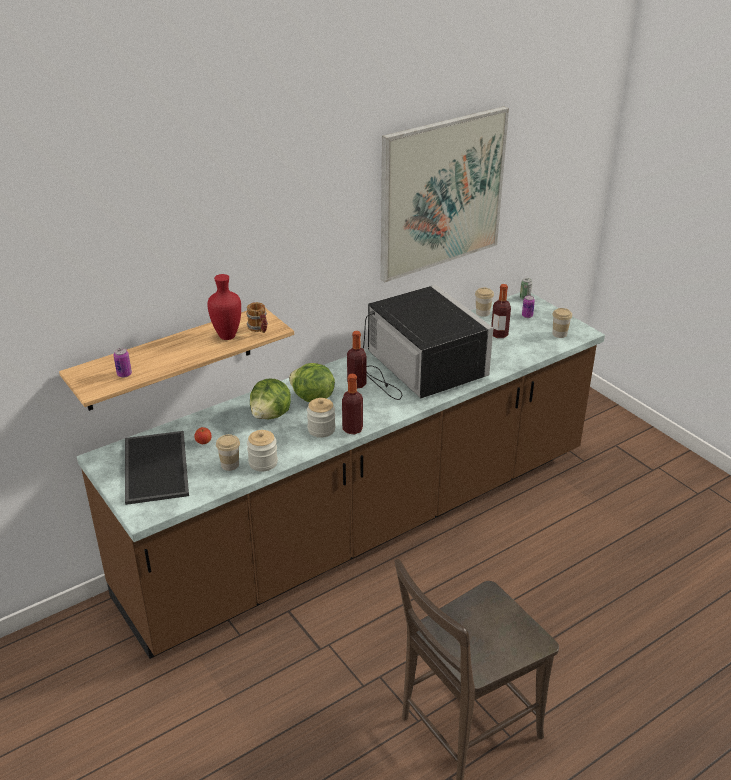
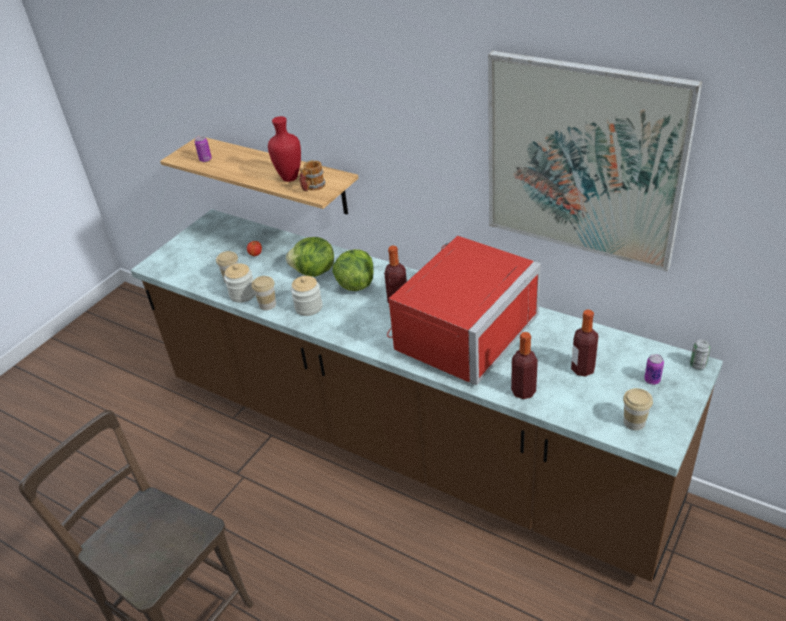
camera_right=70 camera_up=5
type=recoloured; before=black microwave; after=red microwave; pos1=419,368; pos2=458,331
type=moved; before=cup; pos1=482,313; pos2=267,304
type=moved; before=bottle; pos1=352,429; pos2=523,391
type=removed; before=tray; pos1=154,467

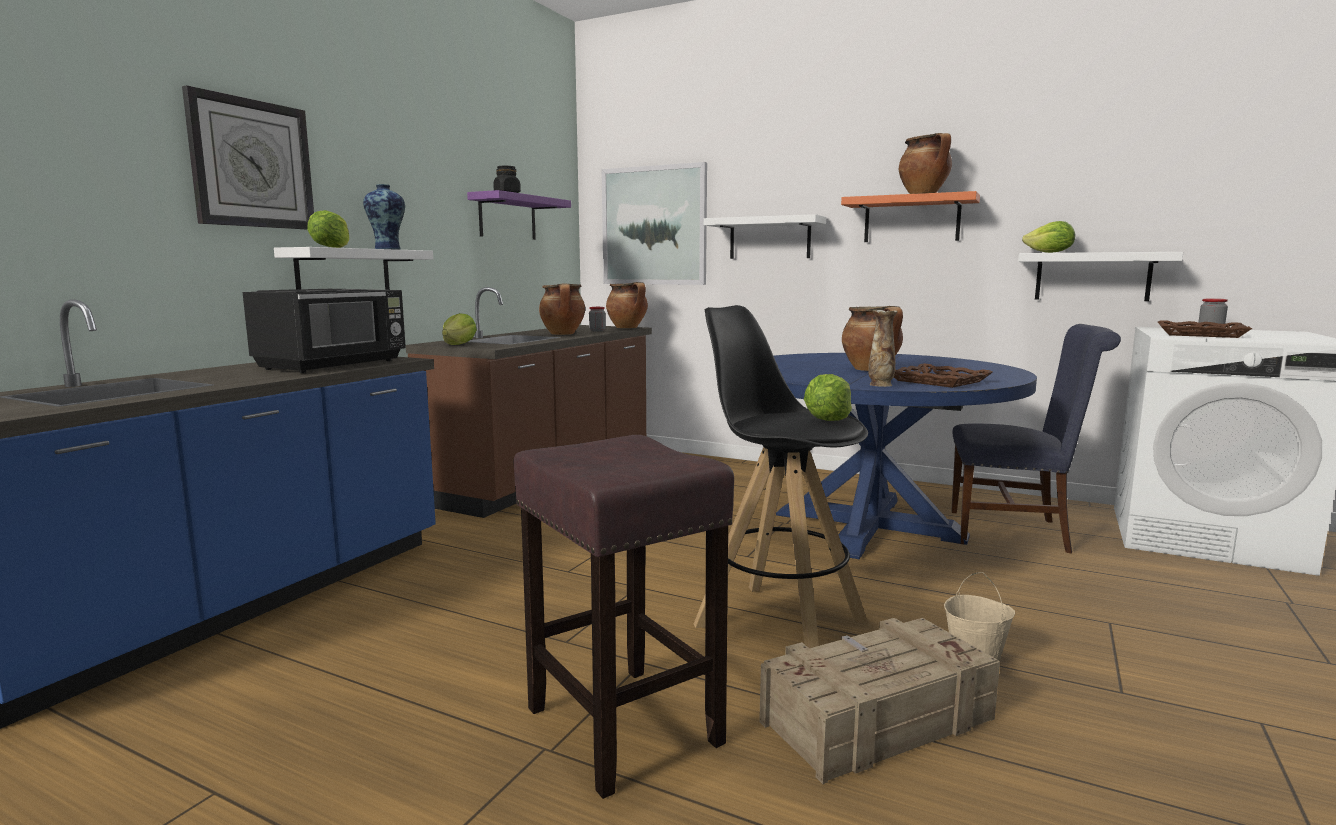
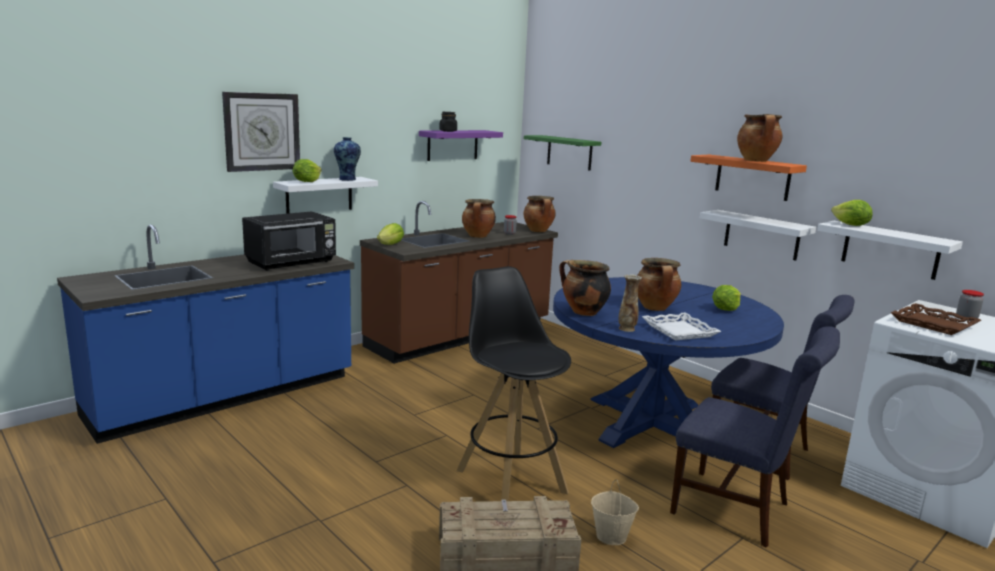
camera_right=20 camera_up=5
type=replaced; before=picture; after=green shelf; pos1=654,226; pos2=569,152
type=moved; before=white shelf; pos1=769,238; pos2=761,235
type=recoloured; before=brown tray; after=white tray; pos1=938,381; pos2=680,331
type=moved; before=lettuce; pos1=828,420; pos2=725,309
type=removed; before=brown stool; pos1=620,724
type=added; after=cooking pot; pos2=583,312
type=added; after=blue chair; pos2=738,510

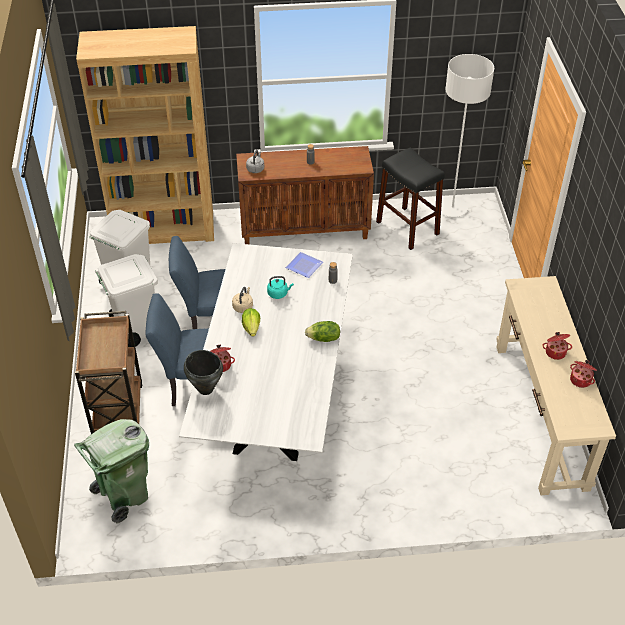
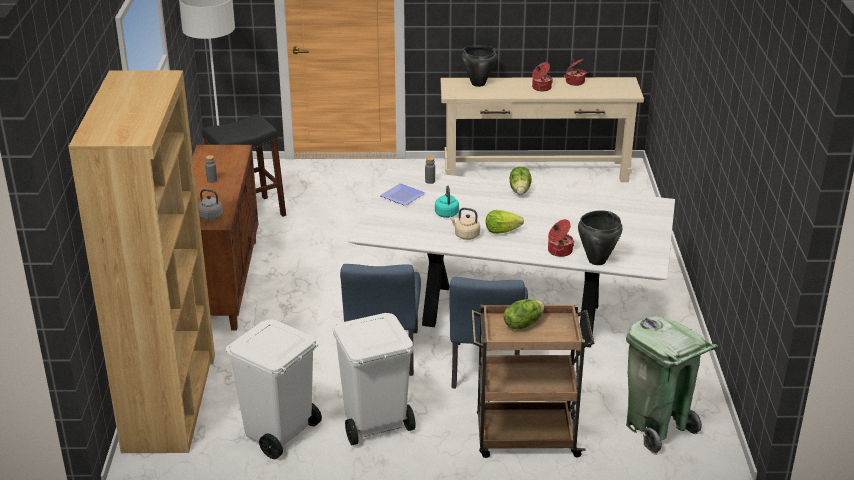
camera_right=-85 camera_up=-15
type=added; after=black cooking pot; pos2=478,83
type=added; after=lettuce; pos2=523,324

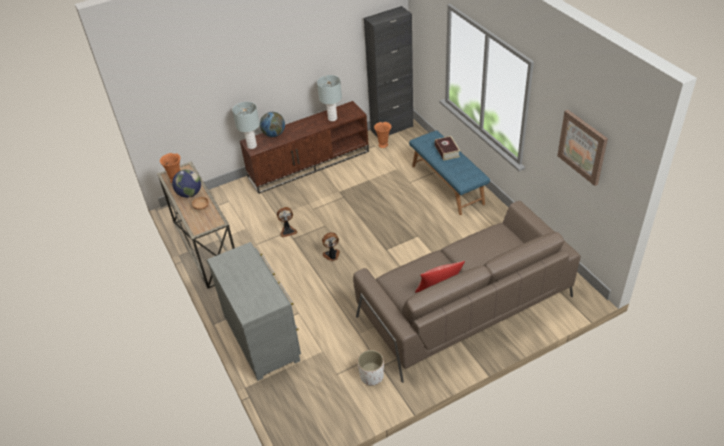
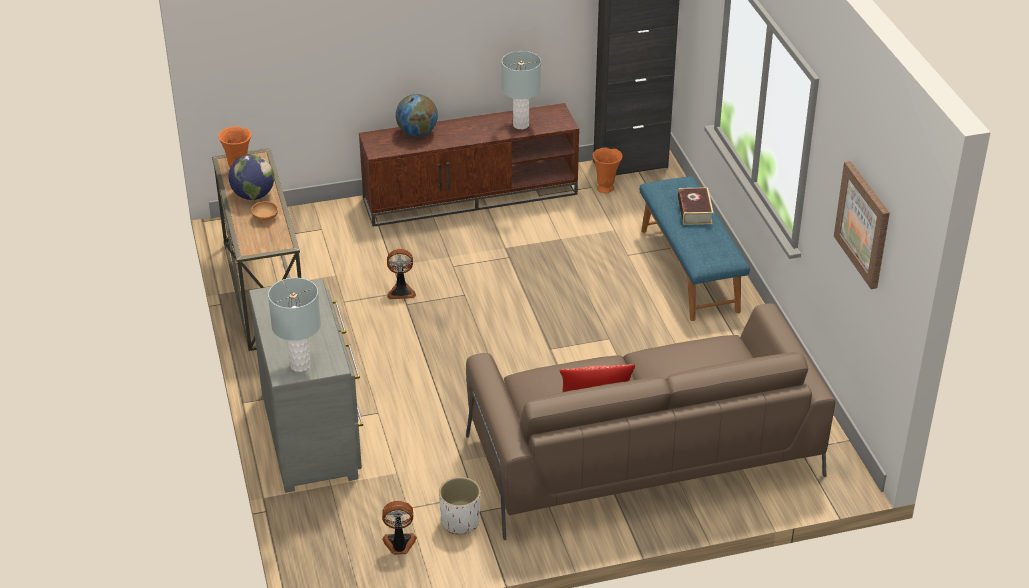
camera_right=10 camera_up=-5
type=moved; before=grey table lamp; pos1=252,146; pos2=300,365
type=moved; before=fan; pos1=332,255; pos2=399,544

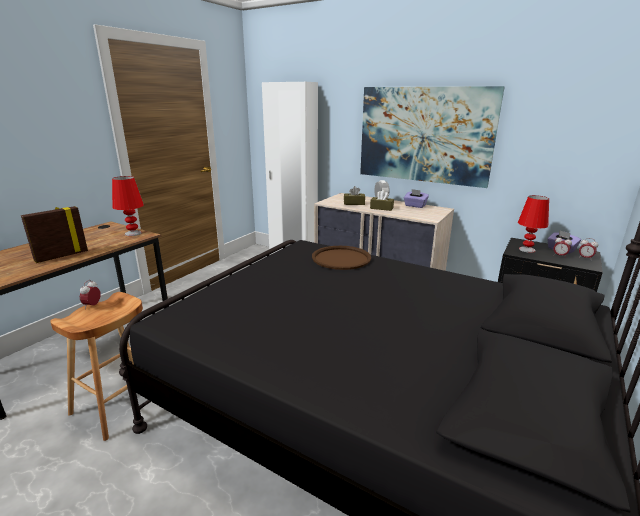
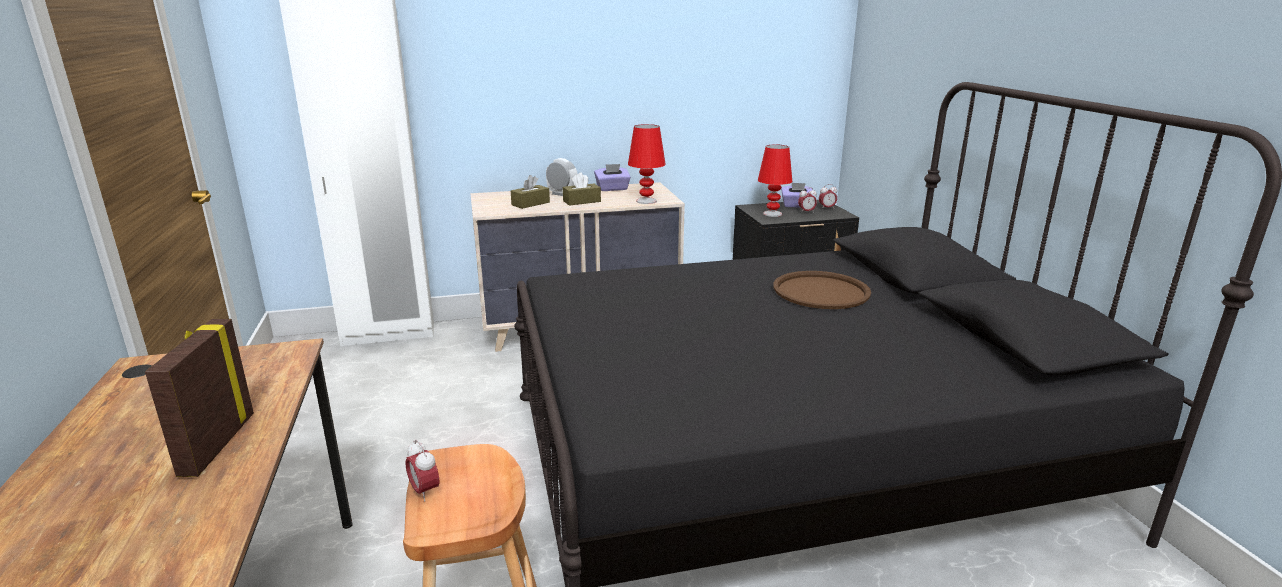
camera_right=-45 camera_up=0
type=removed; before=picture; pos1=424,135
type=moved; before=red table lamp; pos1=133,233; pos2=646,201
type=moved; before=brown tray; pos1=341,258; pos2=821,291

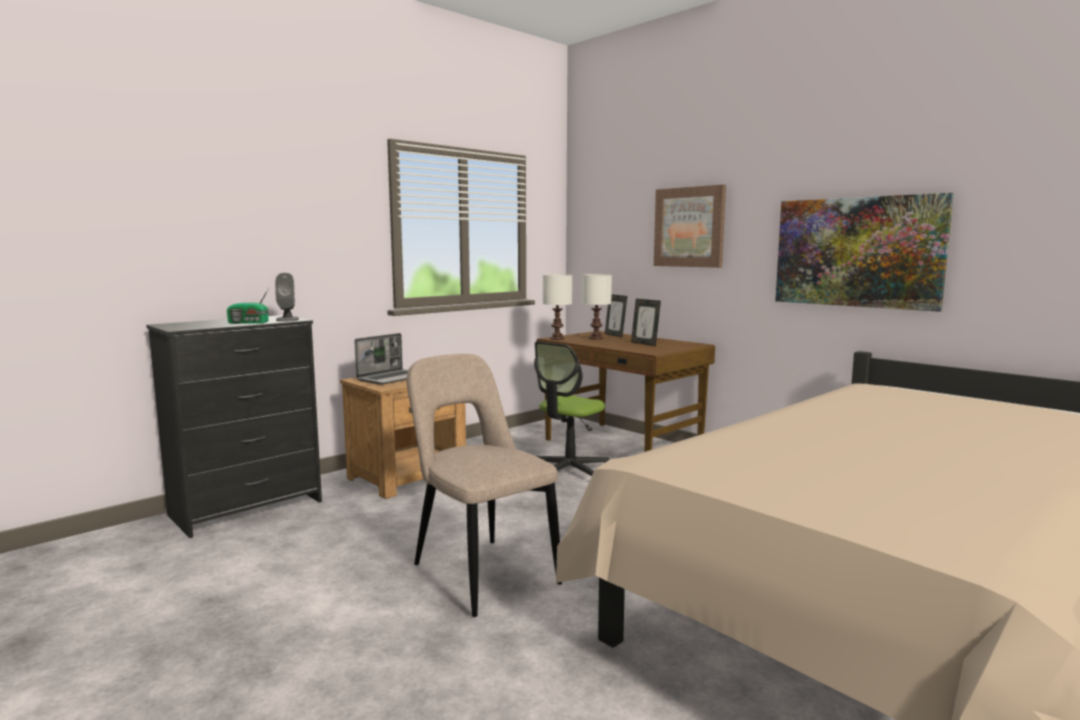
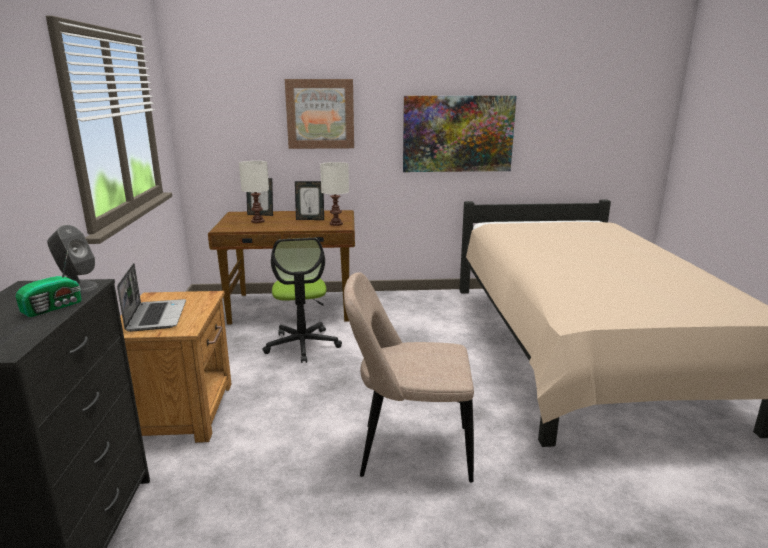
camera_right=-50 camera_up=10
type=moved; before=white table lamp; pos1=556,339; pos2=336,224

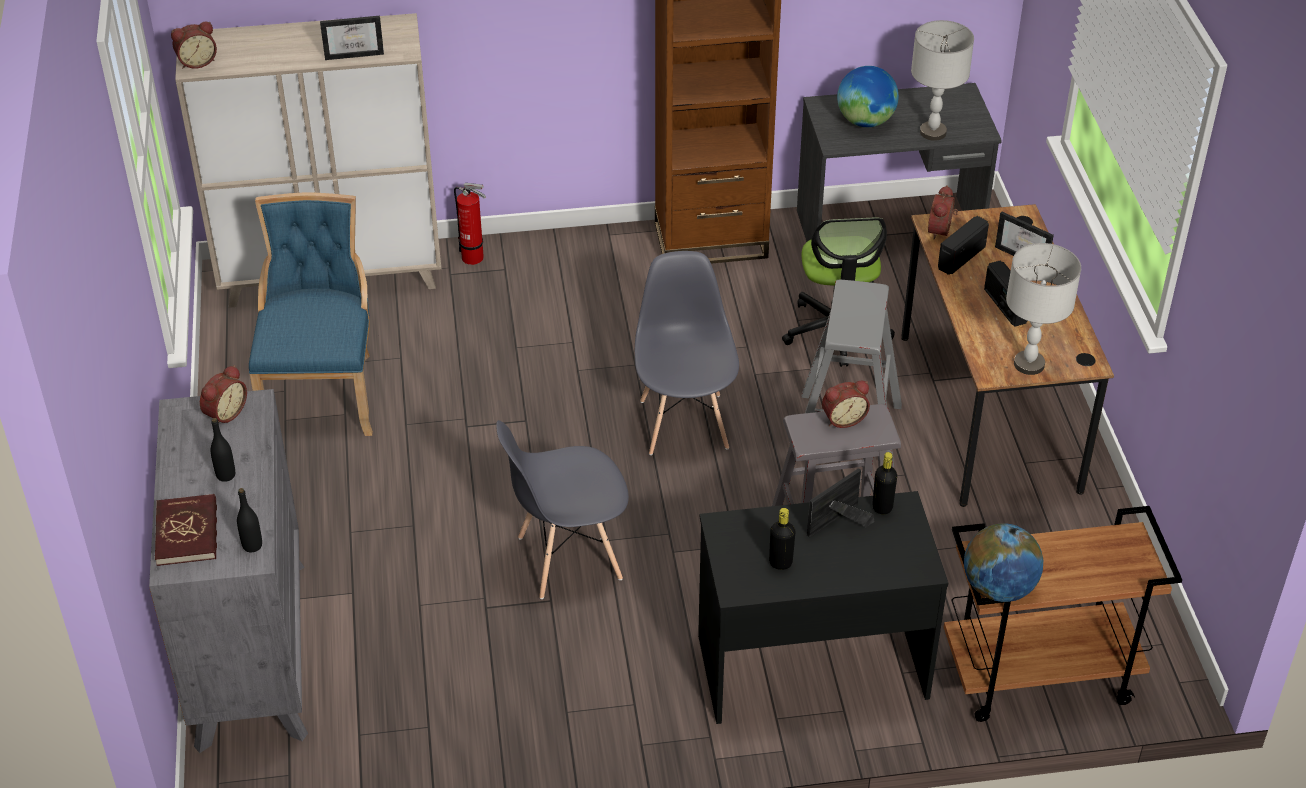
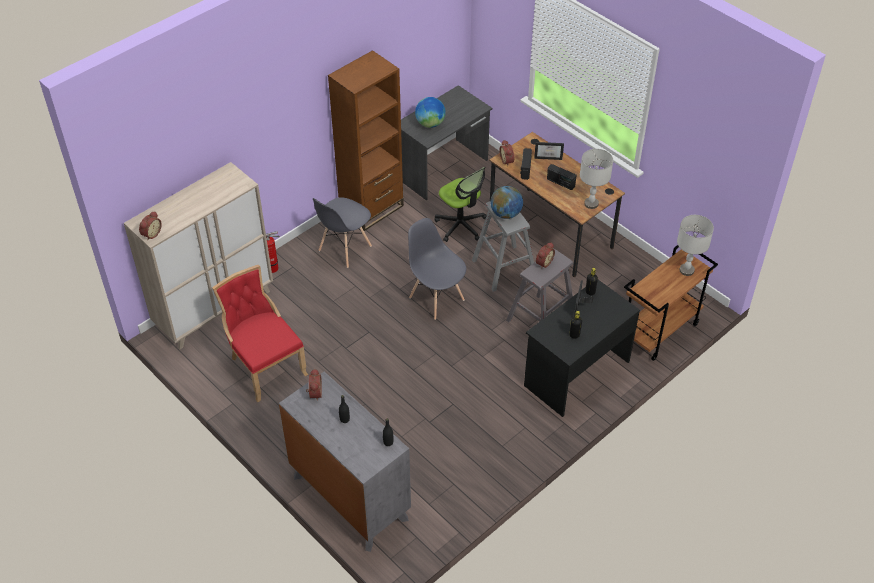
camera_right=-35 camera_up=5
type=removed; before=picture frame; pos1=355,53
type=moved; before=grey table lamp; pos1=933,133; pos2=687,270
type=recoloured; before=blue chair; after=red chair; pos1=323,391; pos2=265,366
type=moved; before=grey chair; pos1=568,558; pos2=344,249
type=removed; before=red book; pos1=187,533
type=moved; before=globe; pos1=998,588; pos2=506,214

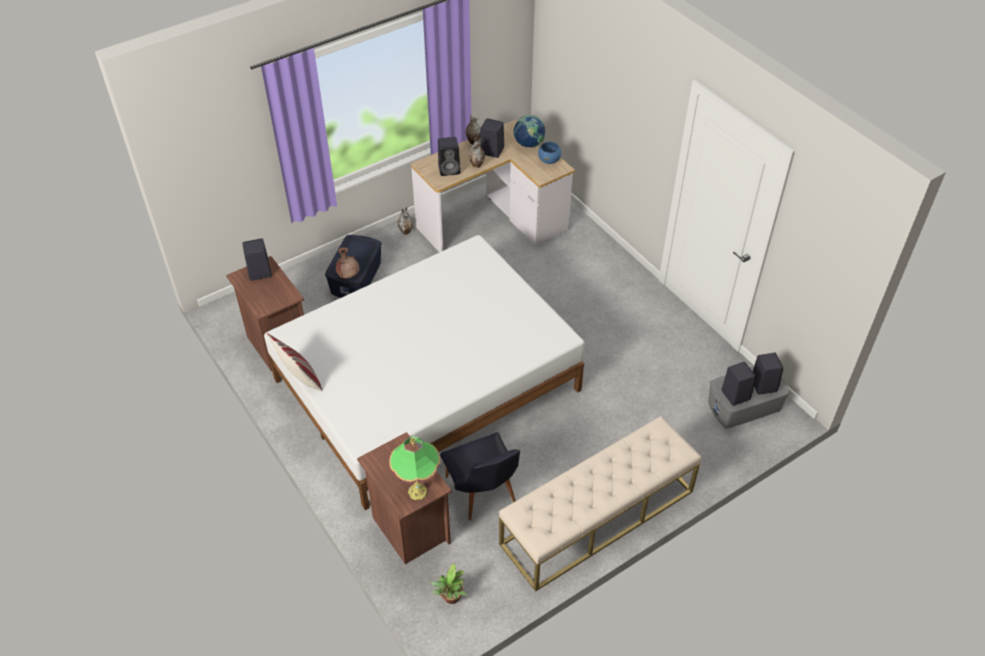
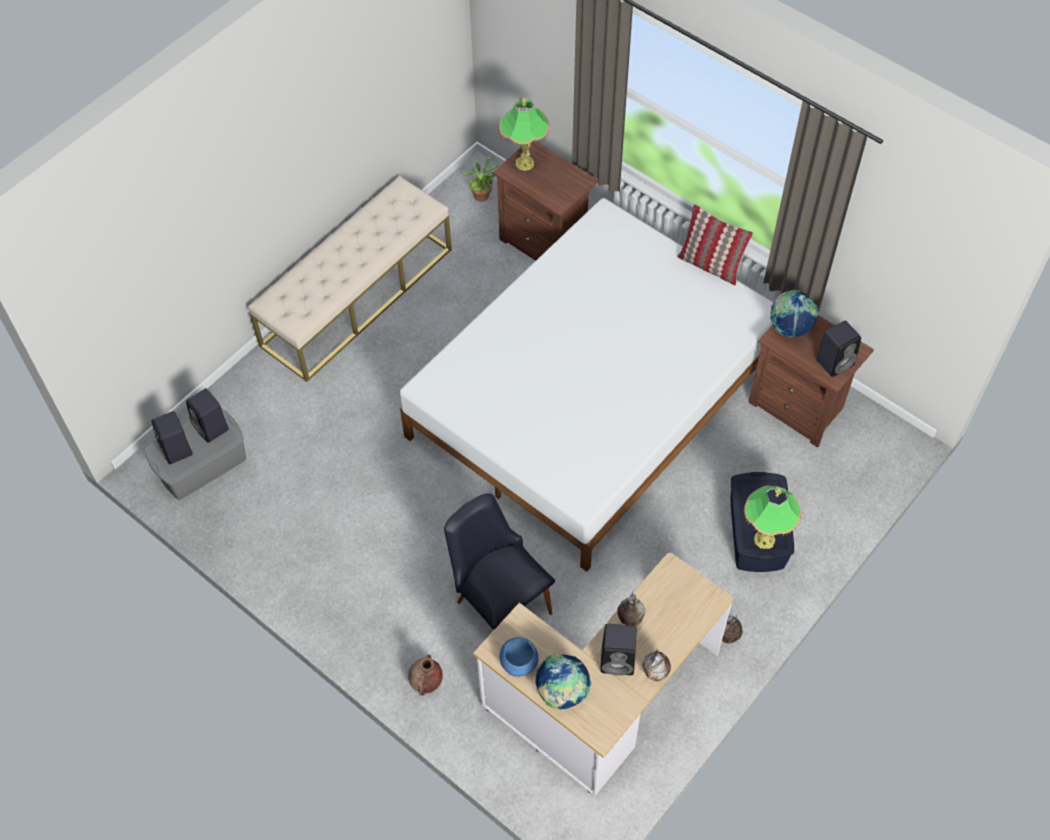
camera_right=165 camera_up=10
type=removed; before=black speaker; pos1=450,169
type=moved; before=brown vase; pos1=348,275; pos2=426,682
type=moved; before=black chair; pos1=483,495; pos2=498,600
type=added; after=globe; pos2=790,328
type=added; after=table lamp; pos2=764,539

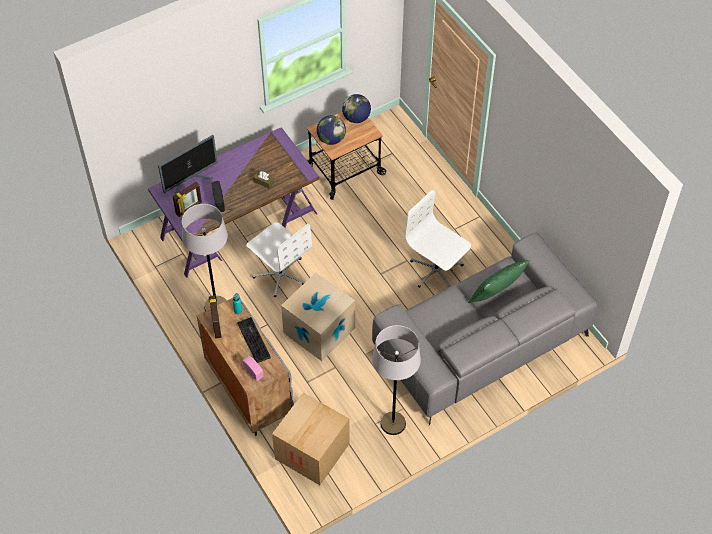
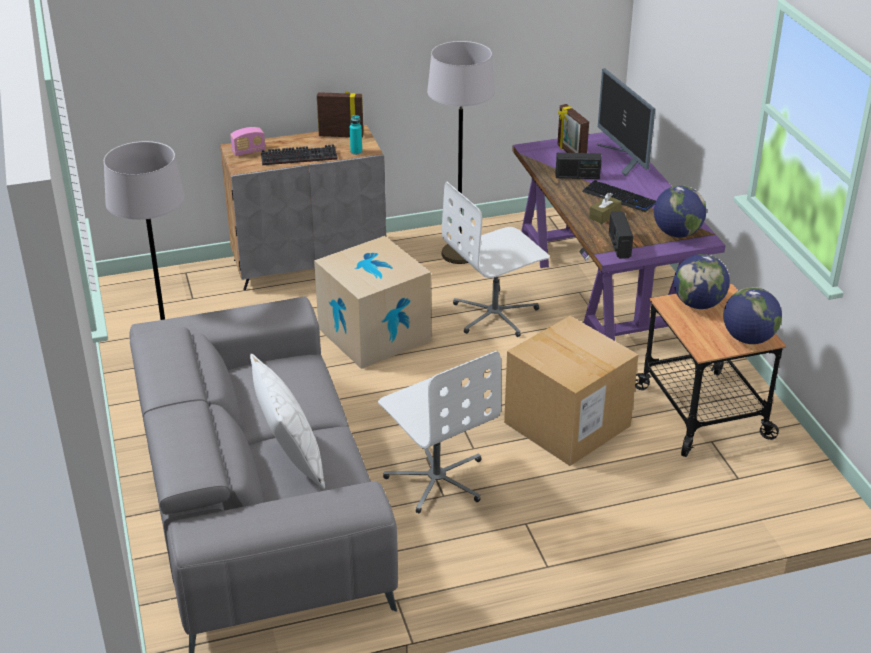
camera_right=105 camera_up=-20
type=turned; before=white office chair; pos1=436,270; pos2=437,479; turn=90
type=recoloured; before=green pillow; after=white pillow; pos1=496,295; pos2=290,458
type=moved; before=cardboard box; pos1=312,451; pos2=567,424
type=added; after=keyboard; pos2=619,197
type=added; after=globe; pos2=677,233
type=added; after=radio; pos2=619,245

